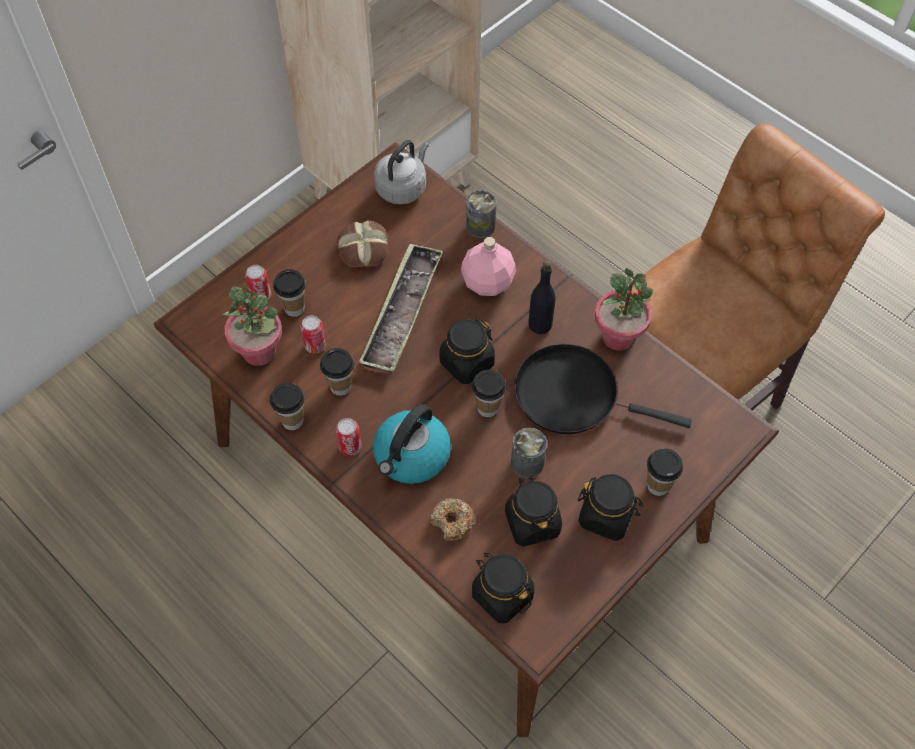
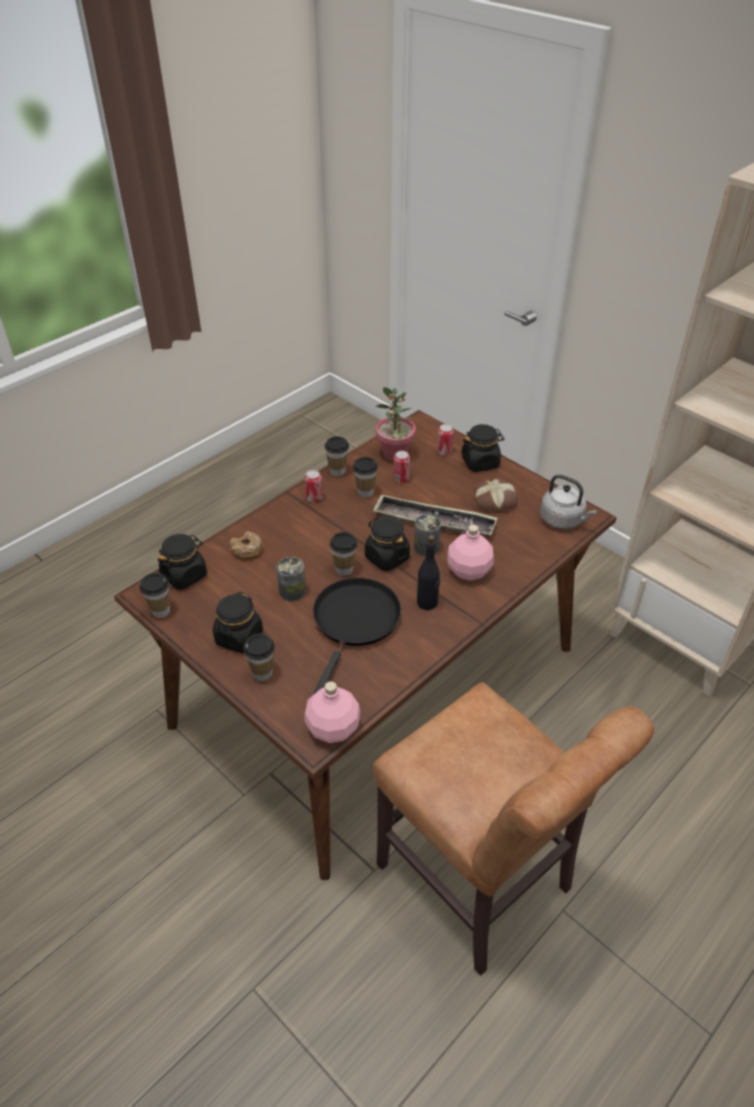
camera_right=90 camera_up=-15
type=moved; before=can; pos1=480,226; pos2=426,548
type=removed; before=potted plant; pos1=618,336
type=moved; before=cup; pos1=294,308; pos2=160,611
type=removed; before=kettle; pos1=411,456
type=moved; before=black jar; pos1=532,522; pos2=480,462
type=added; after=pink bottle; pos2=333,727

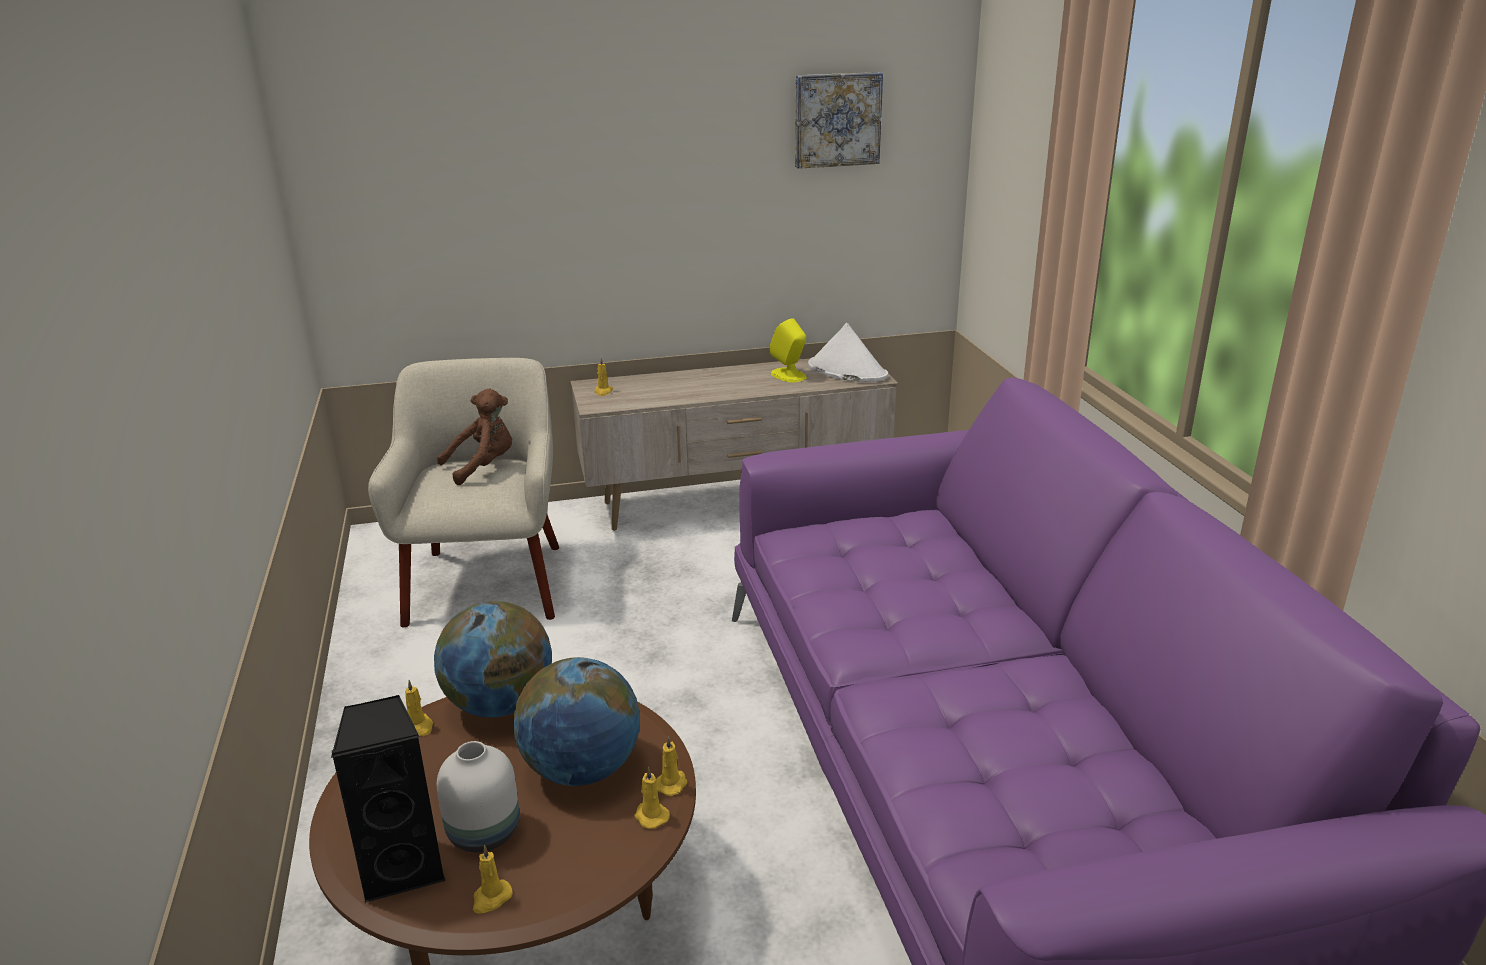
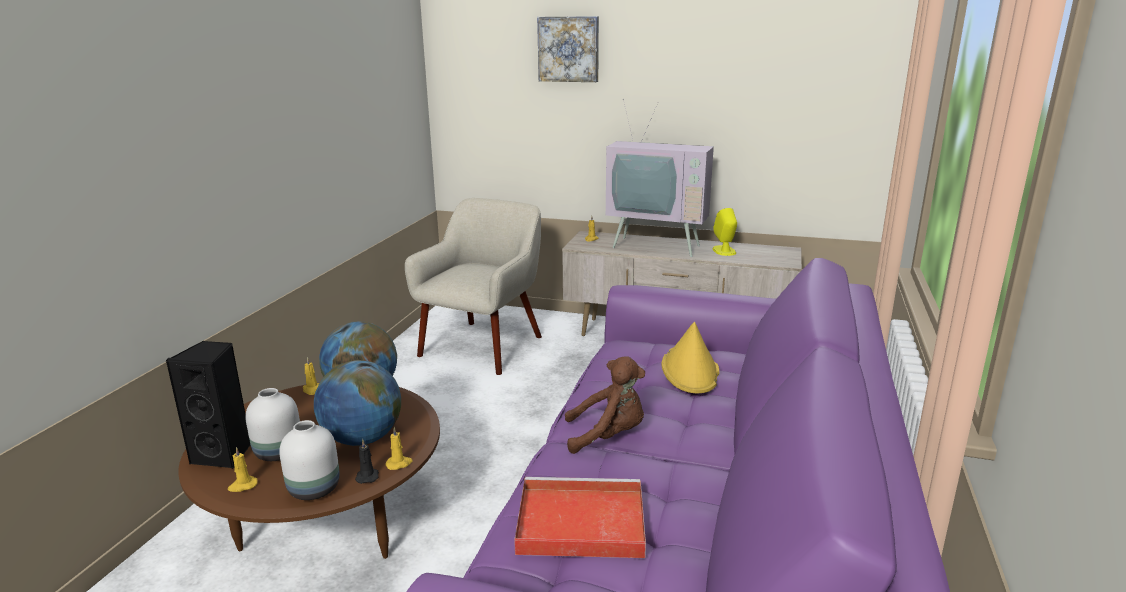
camera_right=30 camera_up=-5
type=moved; before=picture; pos1=836,119; pos2=569,49
type=removed; before=white hat; pos1=846,371
type=moved; before=brown plush toy; pos1=483,467; pos2=608,436
type=recoloured; before=yellow candle; after=black candle; pos1=650,816; pos2=367,476
type=added; after=television; pos2=658,244
type=added; after=yellow hat; pos2=690,370
type=added; after=white vase; pos2=314,488
type=added; after=red tray; pos2=578,522

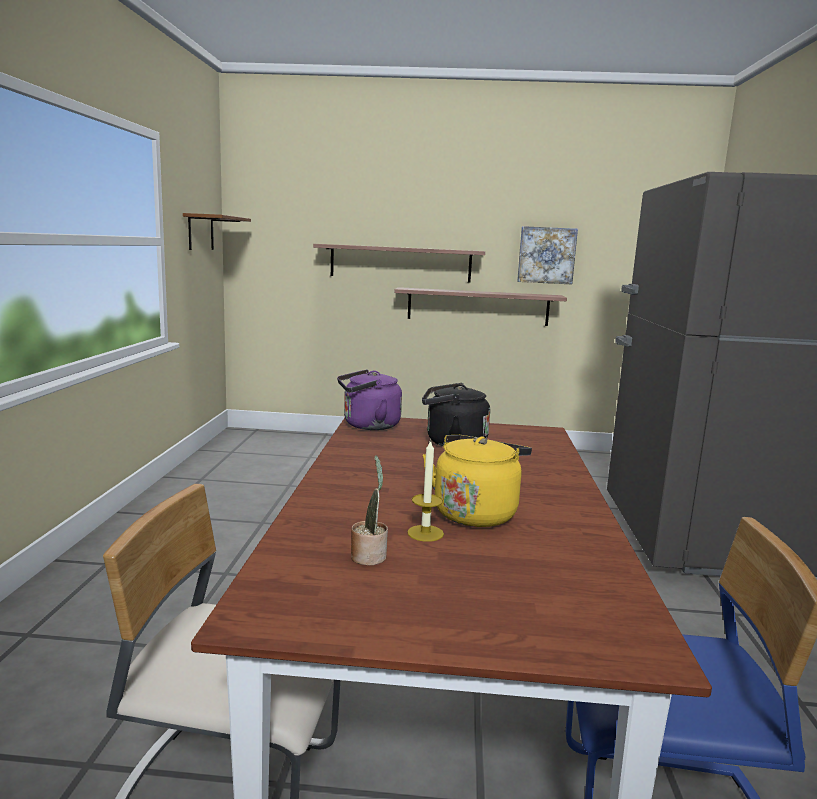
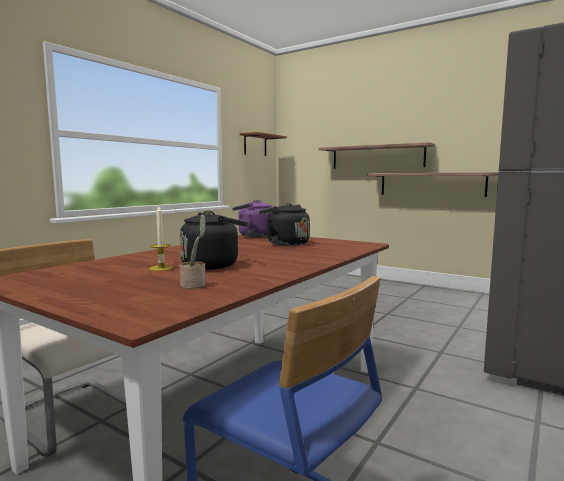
camera_right=30 camera_up=-5
type=removed; before=picture; pos1=546,255
type=recoloured; before=yellow kettle; after=black kettle; pos1=476,513; pos2=213,265
type=moved; before=potted plant; pos1=369,555; pos2=194,285

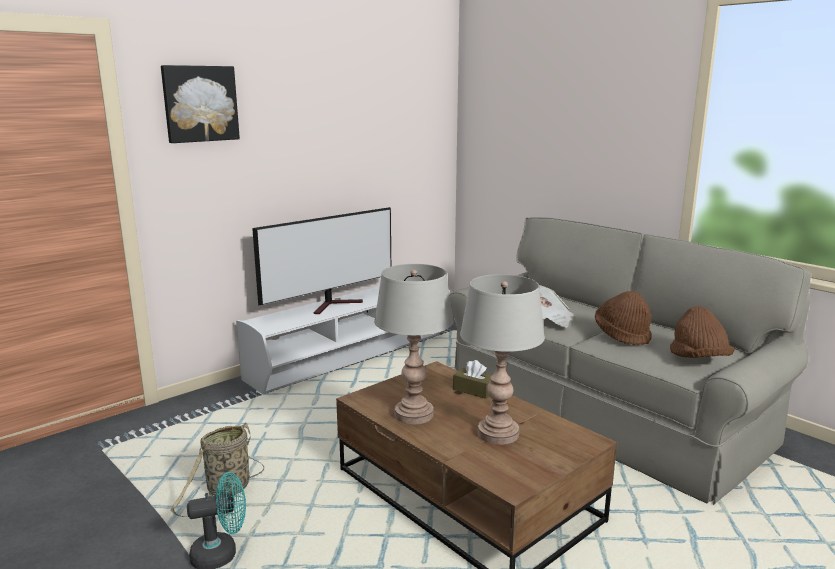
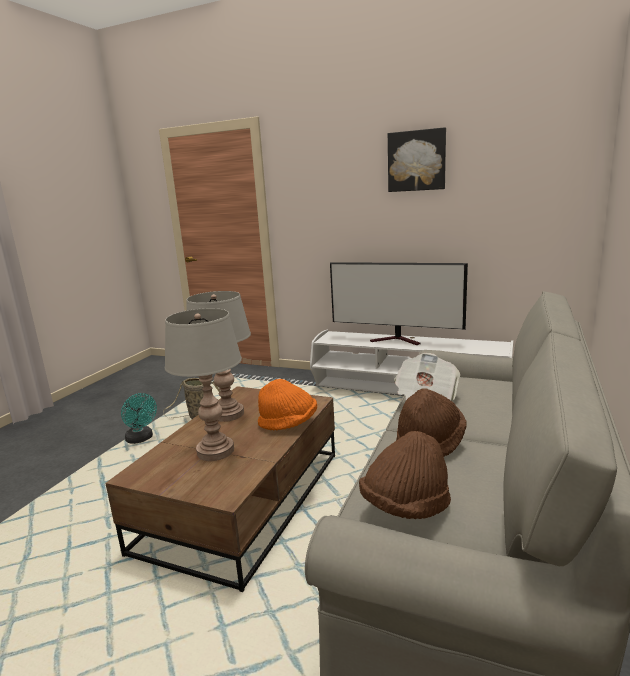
camera_right=65 camera_up=0
type=moved; before=picture; pos1=200,104; pos2=416,161
type=replaced; before=brown tissue box; after=orange hat; pos1=473,390; pos2=289,423

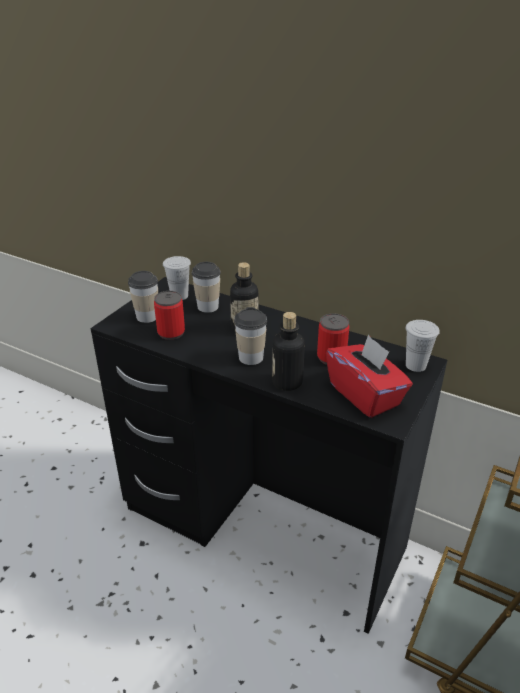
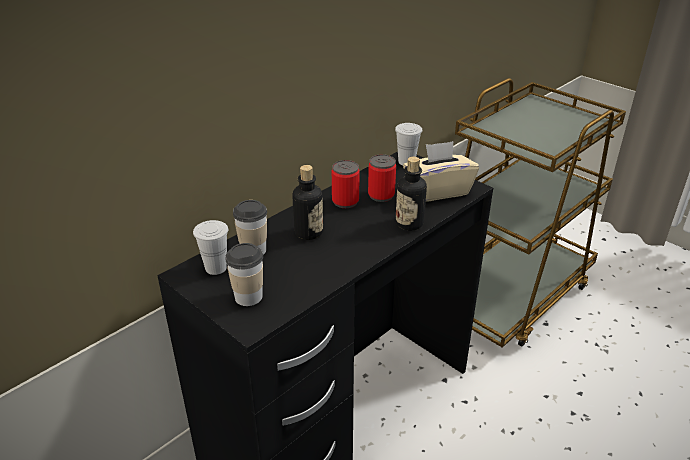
camera_right=-75 camera_up=0
type=moved; before=can; pos1=171,333; pos2=345,201
type=removed; before=cup; pos1=251,358
type=recoloured; before=red tissue box; after=beige tissue box; pos1=365,395; pos2=437,191

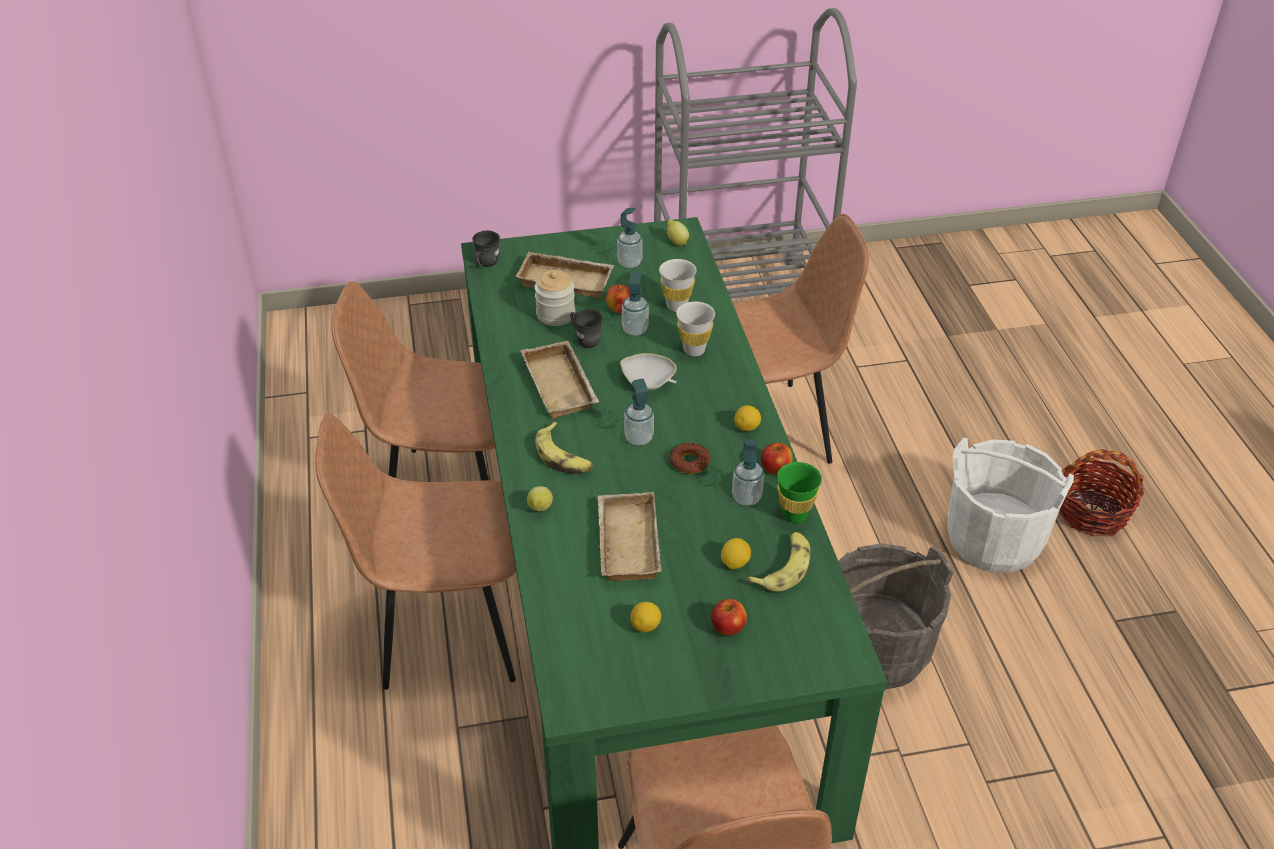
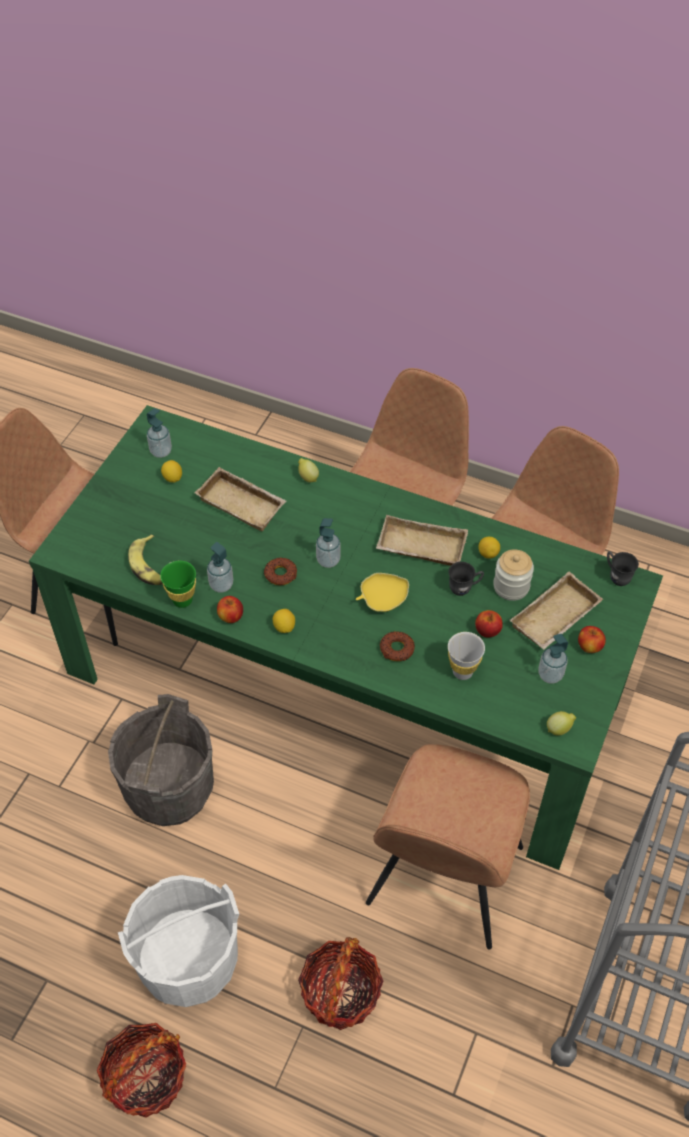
camera_right=125 camera_up=10
type=moved; before=soap dispenser; pos1=635,329; pos2=161,451
type=replaced; before=white cup; after=donut; pos1=694,350; pos2=397,649
type=recoloured; before=white bowl; after=yellow bowl; pos1=648,382; pos2=383,599
type=removed; before=banana; pos1=564,456
type=moved; before=lemon; pos1=735,563; pos2=488,553
type=moved; before=apple; pos1=728,628; pos2=589,647
type=added; after=basket; pos2=341,993

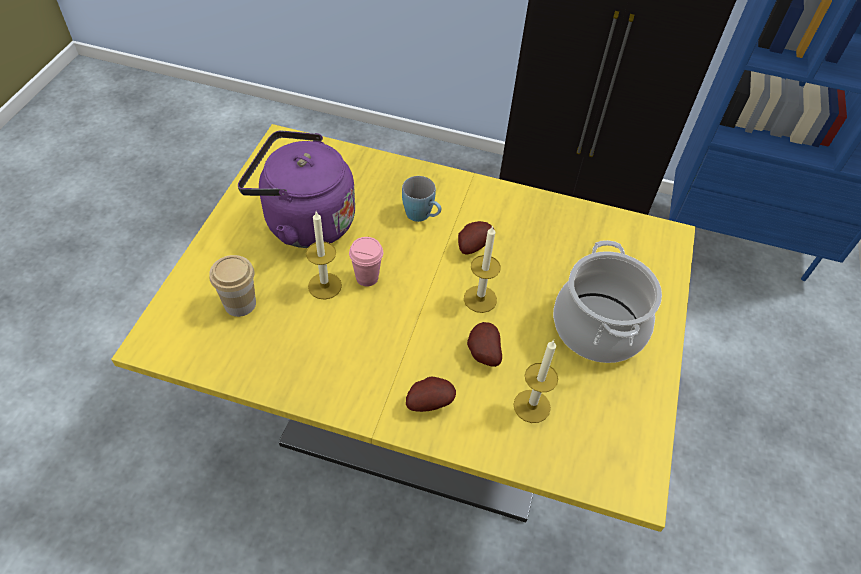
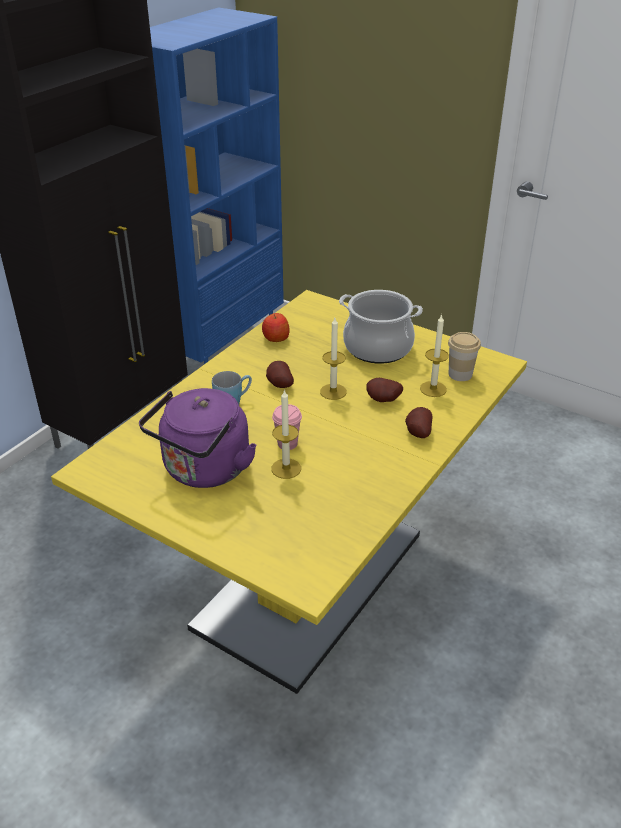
camera_right=-70 camera_up=-15
type=moved; before=cup; pos1=240,303; pos2=460,374
type=added; after=apple; pos2=275,338

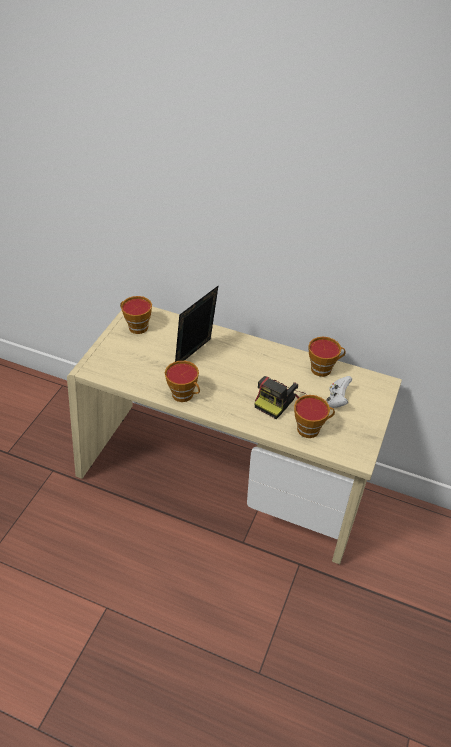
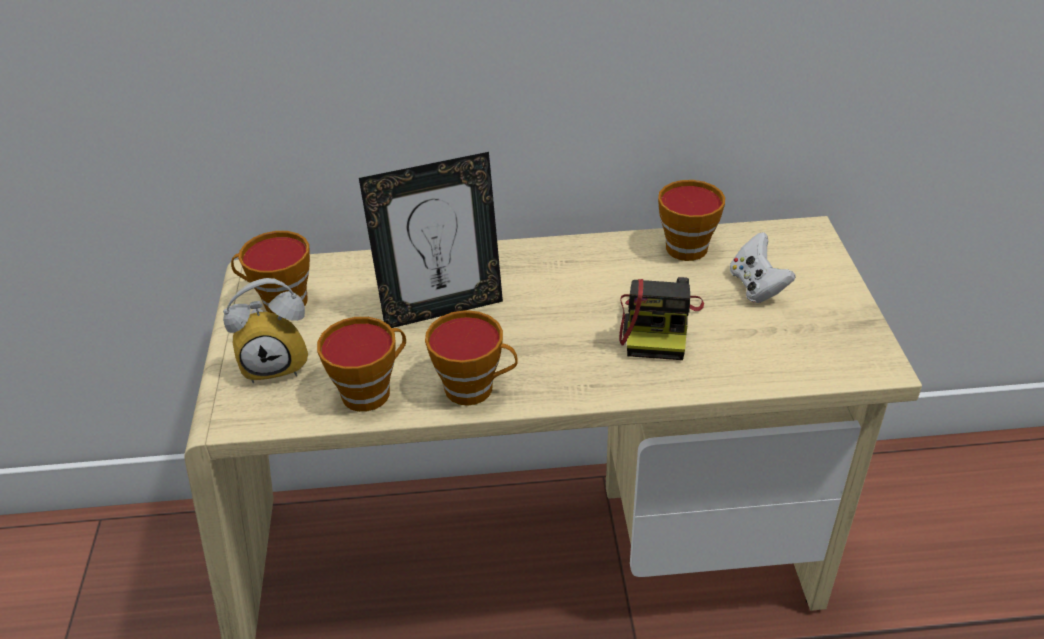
camera_right=-25 camera_up=-5
type=turned; before=picture frame; pos1=196,355; pos2=442,309; turn=-120
type=moved; before=cup; pos1=311,428; pos2=371,391
type=added; after=alarm clock; pos2=278,362

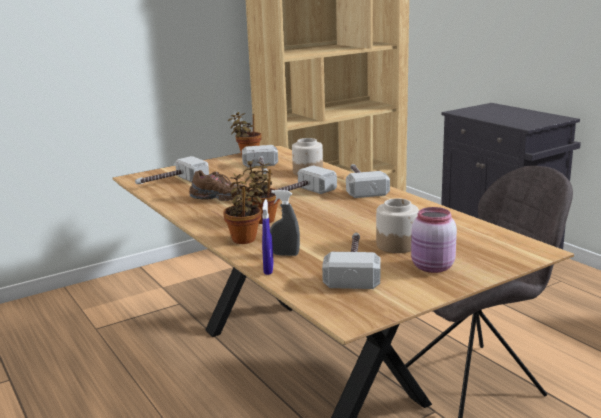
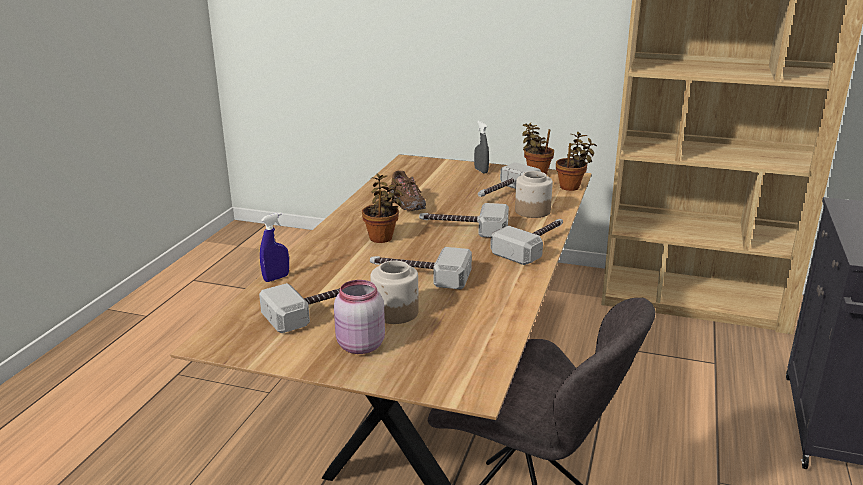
camera_right=50 camera_up=5
type=moved; before=hammer; pos1=171,183; pos2=419,275
type=moved; before=potted plant; pos1=245,238; pos2=572,187
type=moved; before=grey spray bottle; pos1=285,254; pos2=481,171

